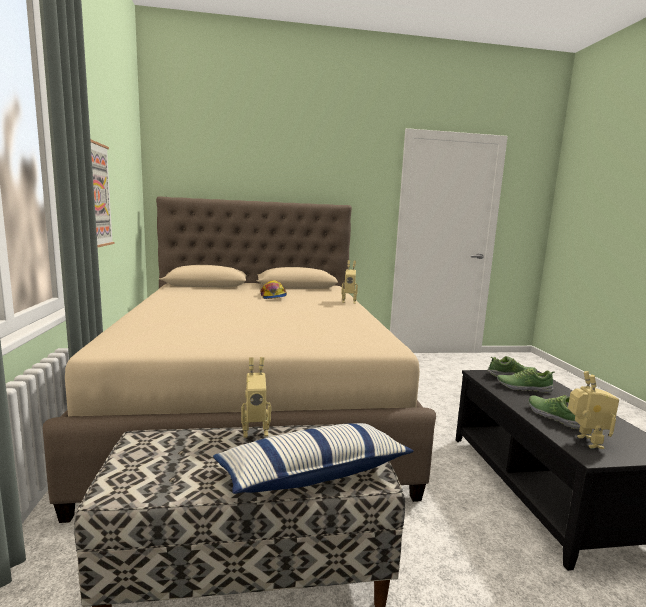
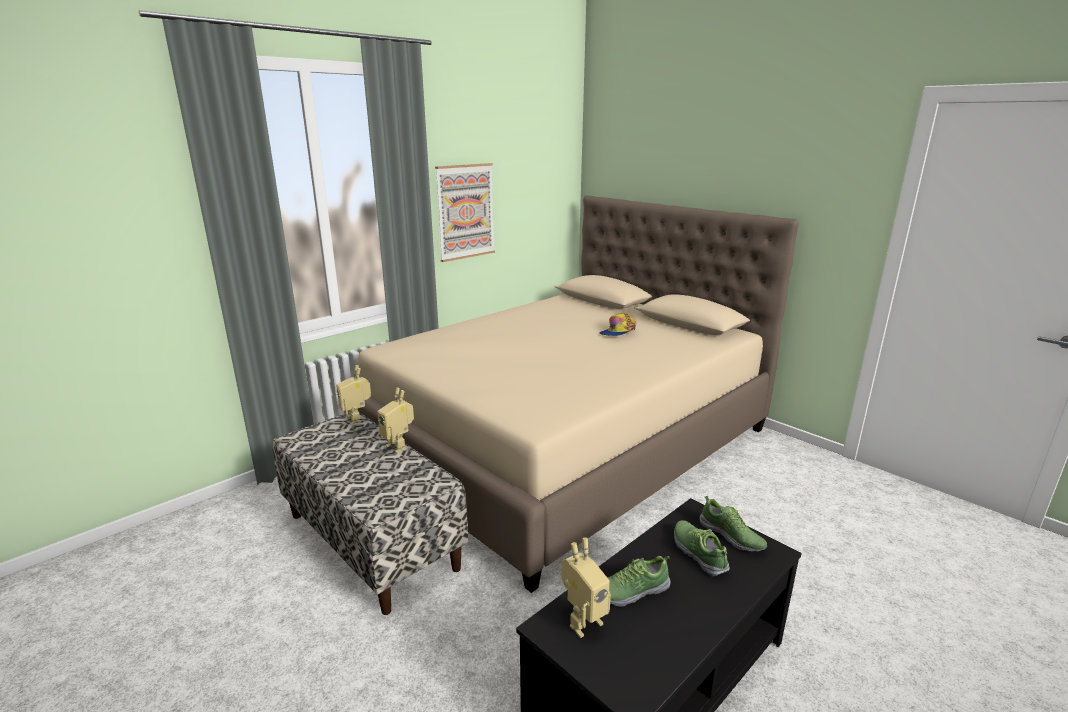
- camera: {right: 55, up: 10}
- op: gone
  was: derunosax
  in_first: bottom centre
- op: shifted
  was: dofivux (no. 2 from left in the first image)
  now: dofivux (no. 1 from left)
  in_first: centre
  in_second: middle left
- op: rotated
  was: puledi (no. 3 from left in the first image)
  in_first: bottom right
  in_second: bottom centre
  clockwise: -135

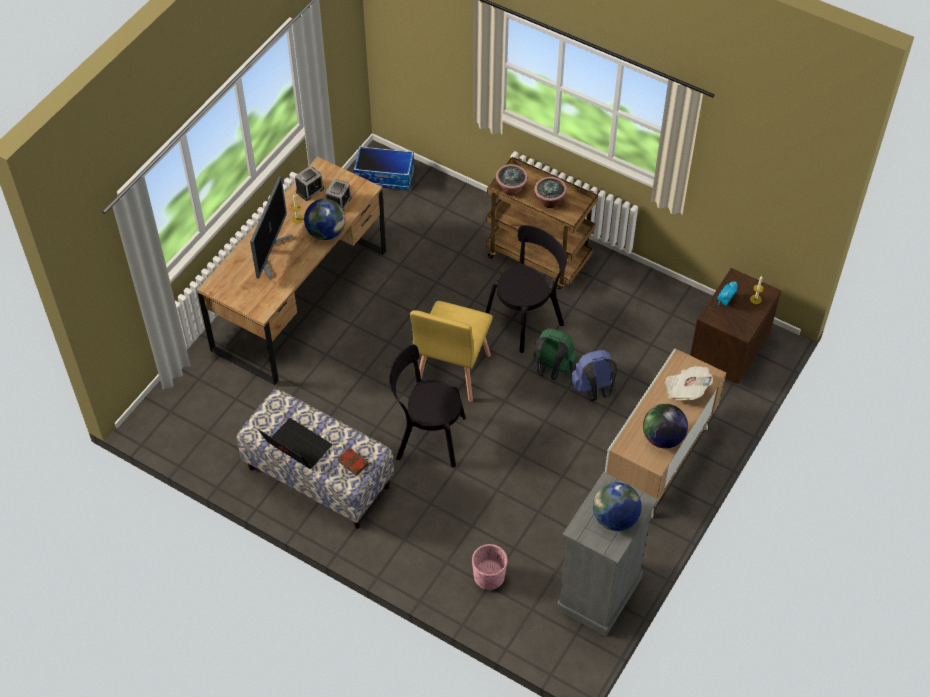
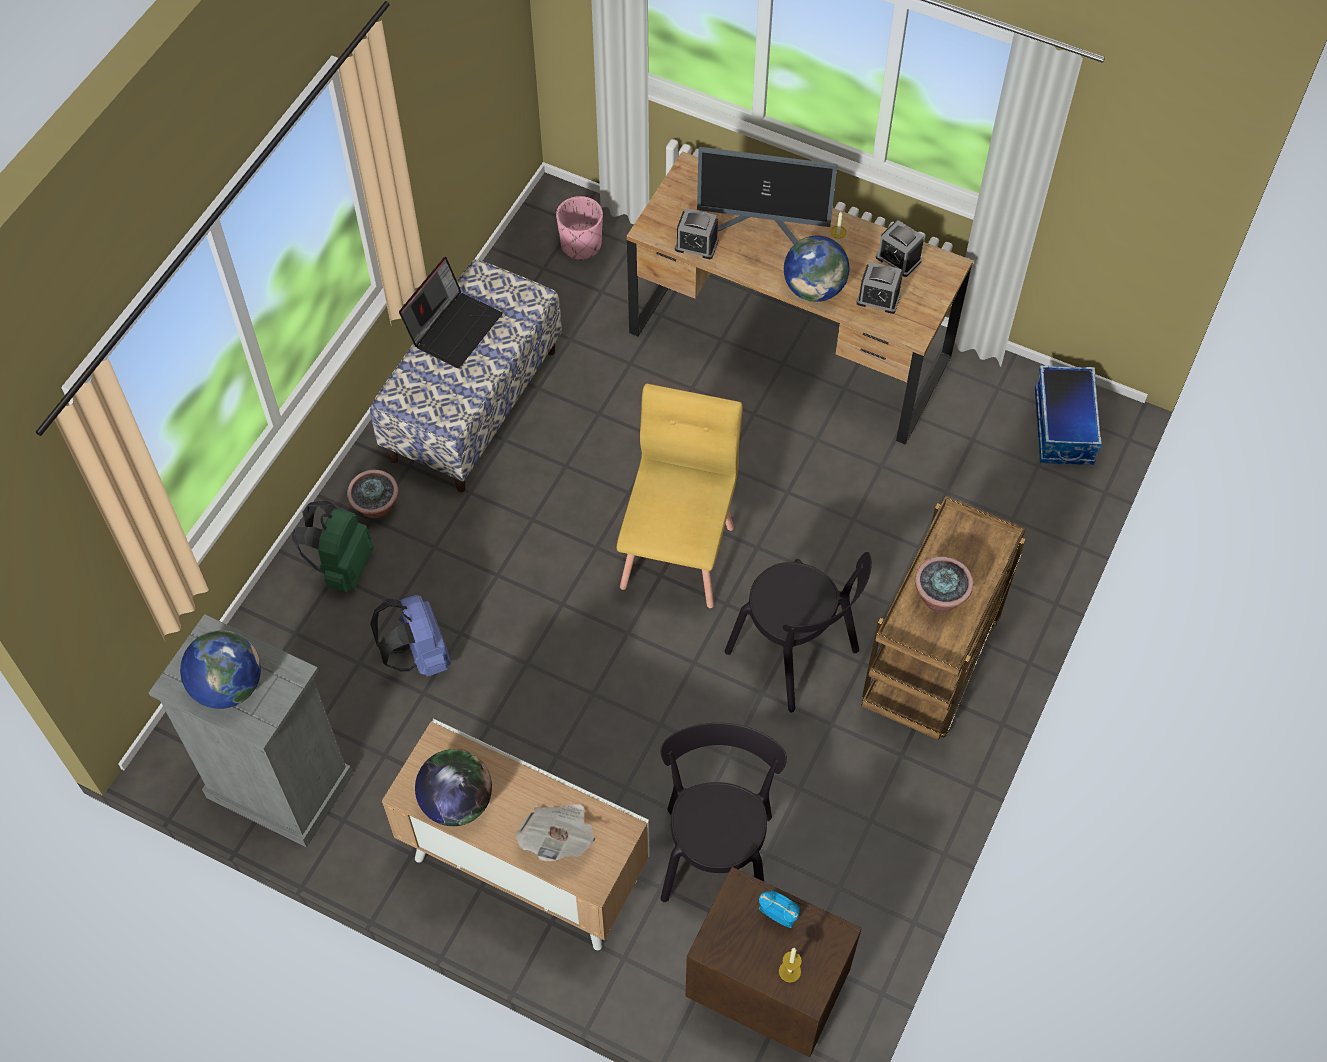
- camera: {right: 85, up: 5}
- op: gone
  was: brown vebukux
  in_first: centre
- op: shifted
  was: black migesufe (no. 1 from left)
  in_first: centre
  in_second: bottom centre
- op: rotated
  was: yellow migesufe
  in_first: centre
  in_second: centre
  clockwise: 90
- op: shifted
  was: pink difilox
  in_first: bottom centre
  in_second: top centre
- op: shifted
  was: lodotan (no. 1 from left)
  in_first: top centre
  in_second: middle left
- op: shifted
  was: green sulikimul
  in_first: centre
  in_second: middle left
- op: shifted
  was: blue sulikimul
  in_first: centre
  in_second: middle left
- op: new
  now: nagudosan (no. 1 from left)
  in_second: top centre

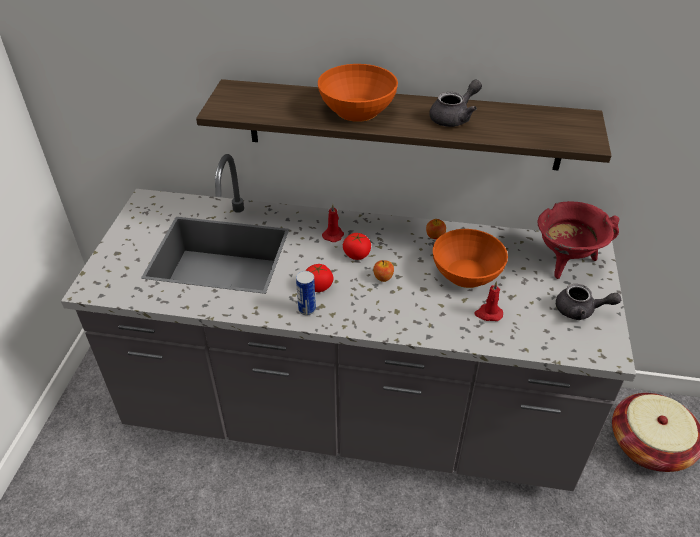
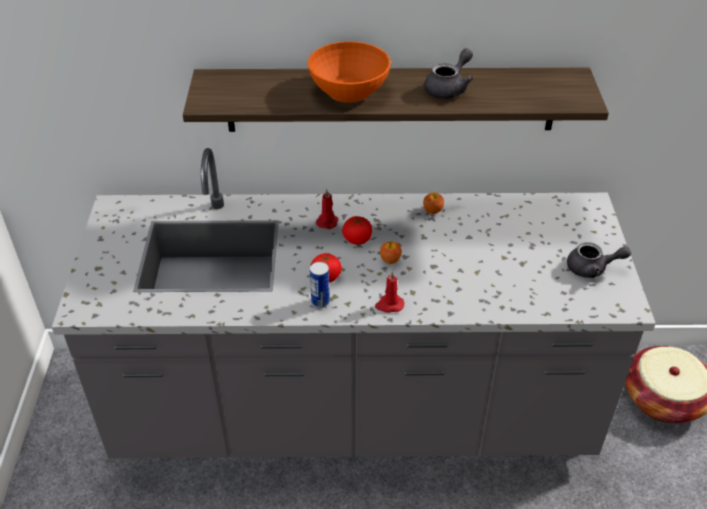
- camera: {right: -10, up: 0}
- op: gone
  was: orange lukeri (no. 2 from left)
  in_first: middle right
- op: shifted
  was: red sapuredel (no. 2 from left)
  in_first: middle right
  in_second: centre
- op: gone
  was: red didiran
  in_first: middle right

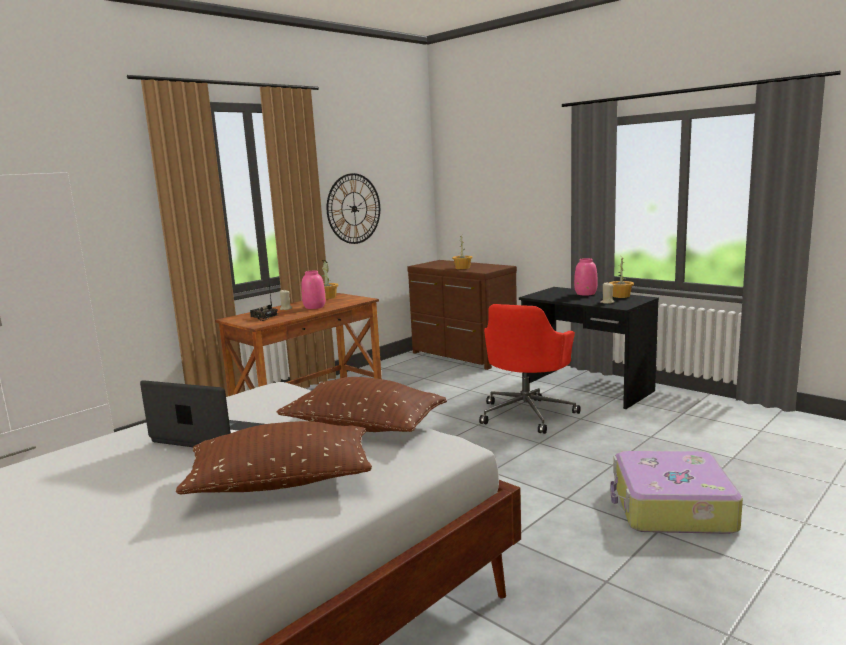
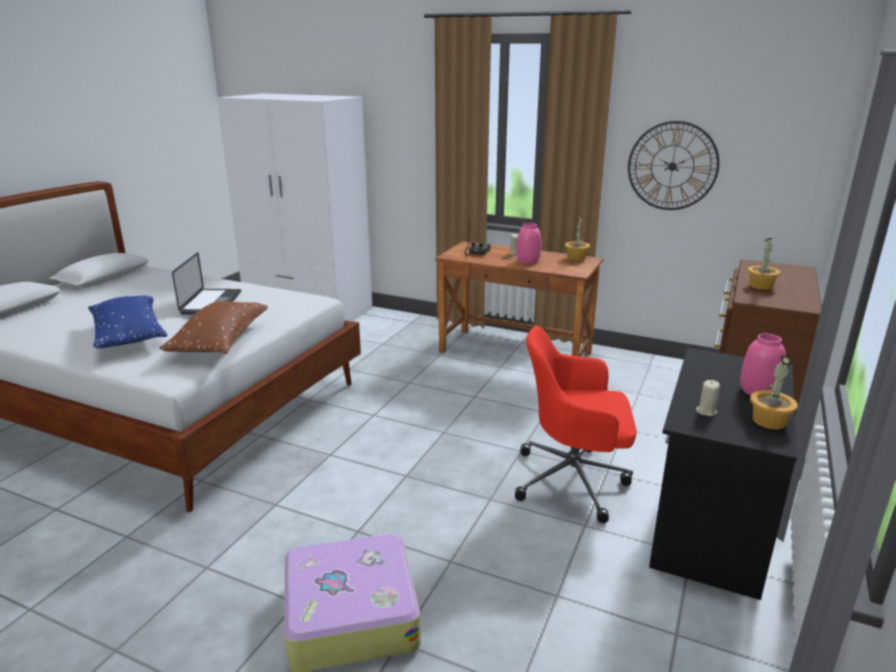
- camera: {right: 70, up: 10}
- op: repainted
  was: brown derunosax (no. 1 from left)
  now: blue derunosax
  in_first: bottom left
  in_second: middle left

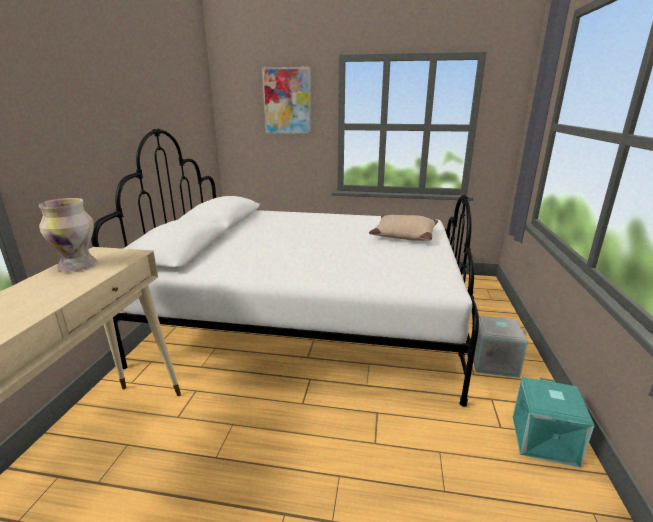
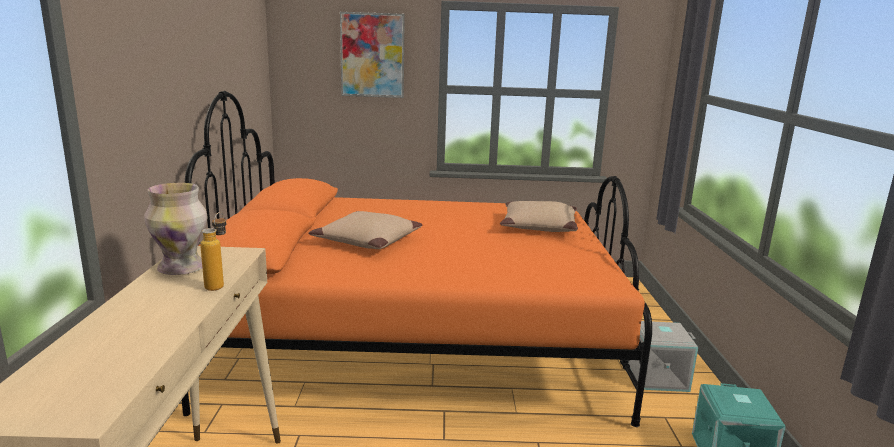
- camera: {right: -10, up: -5}
- op: repainted
  was: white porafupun
  now: orange porafupun
  in_first: centre
  in_second: centre
- op: new
  now: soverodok
  in_second: middle left
- op: new
  now: beige derunosax (no. 1 from left)
  in_second: centre

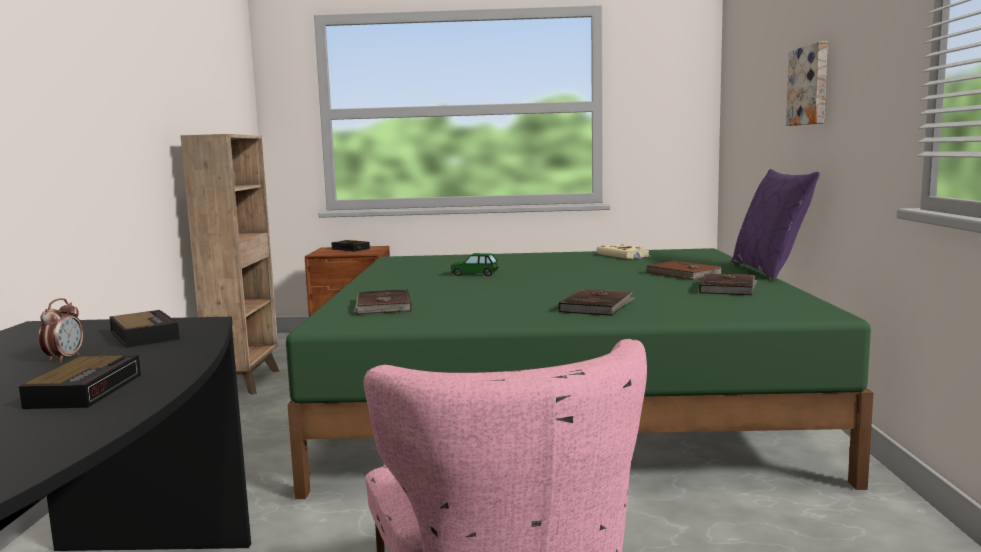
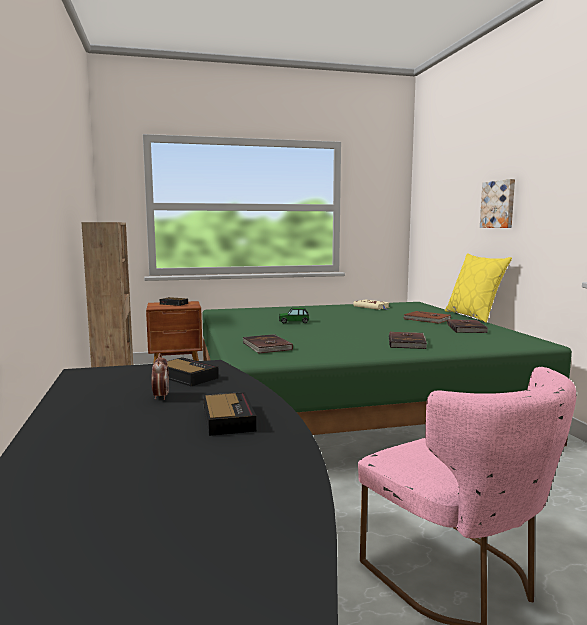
- camera: {right: -15, up: 0}
- op: repainted
  was: purple derunosax
  now: yellow derunosax
  in_first: middle right
  in_second: middle right

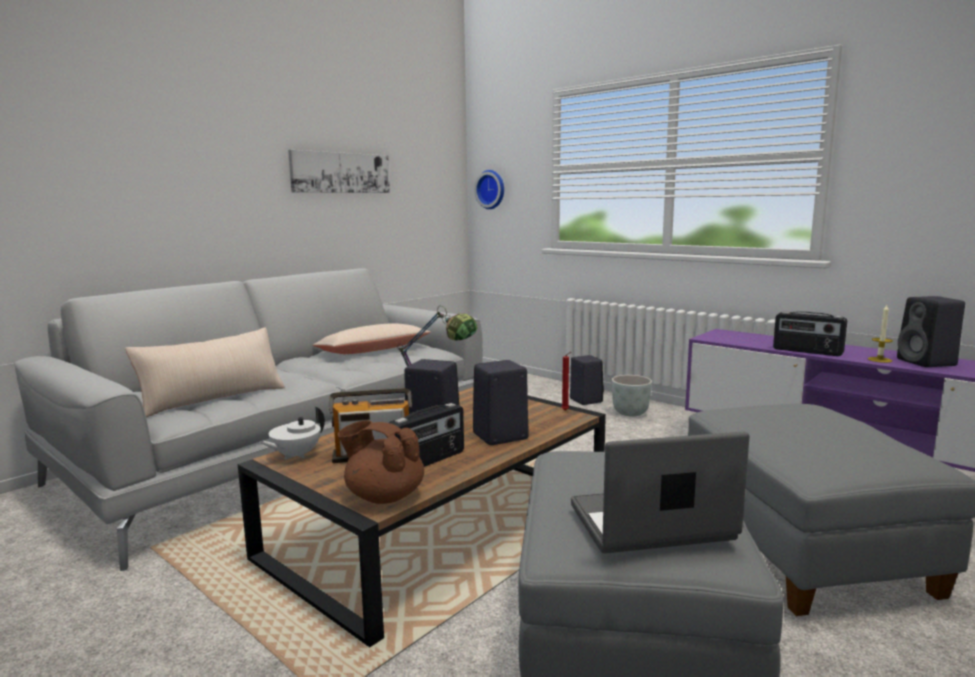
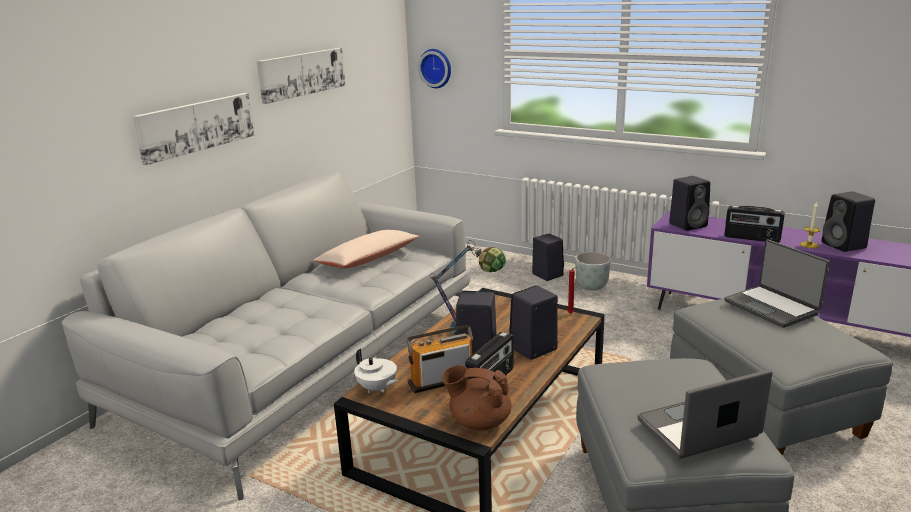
- camera: {right: -10, up: 10}
- op: gone
  was: beige derunosax (no. 1 from left)
  in_first: middle left
- op: rotated
  was: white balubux
  in_first: middle left
  in_second: bottom centre
  clockwise: -75
- op: new
  now: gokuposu (no. 1 from left)
  in_second: top left
- op: new
  now: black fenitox (no. 4 from left)
  in_second: middle right
- op: new
  now: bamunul (no. 2 from left)
  in_second: middle right

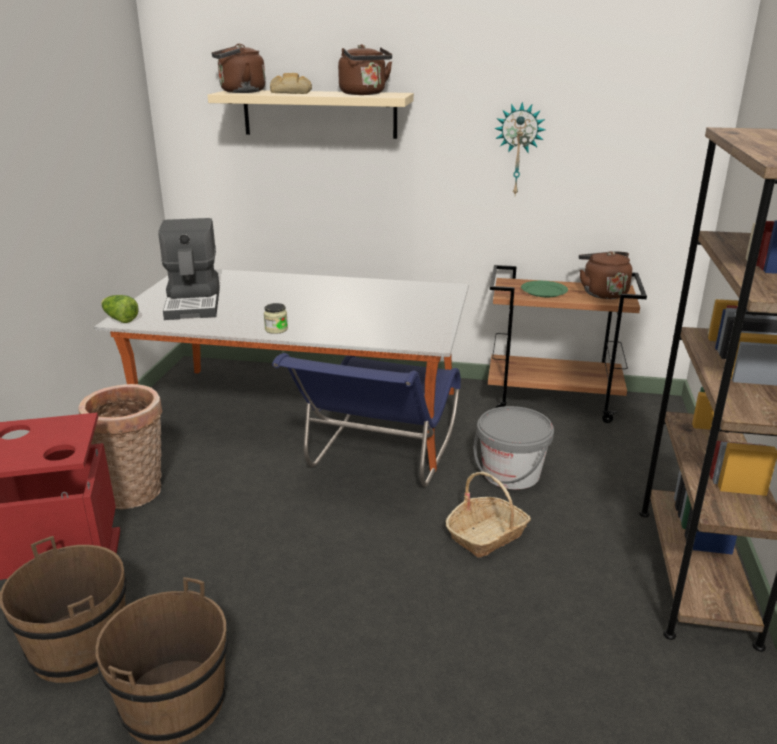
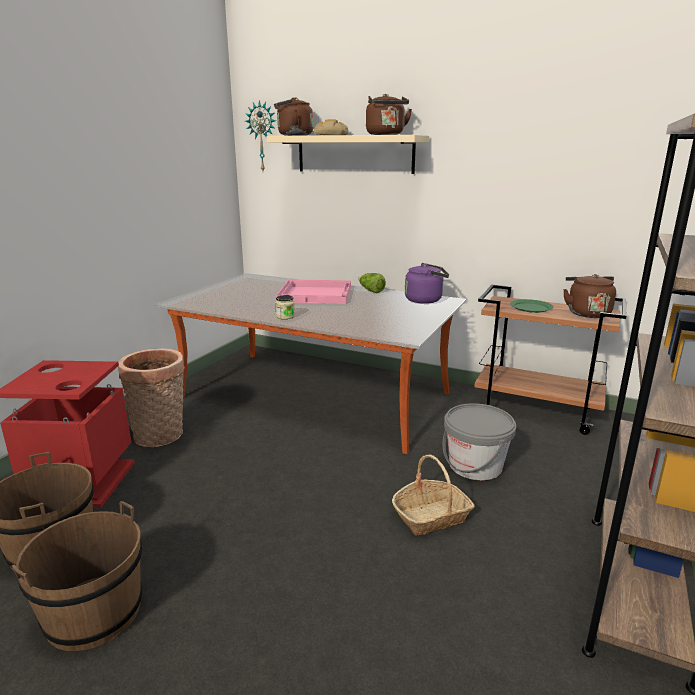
- camera: {right: 15, up: -5}
- op: shifted
  was: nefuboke
  in_first: middle left
  in_second: centre
- op: gone
  was: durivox
  in_first: middle left
- op: gone
  was: blue migesufe
  in_first: centre
- op: shifted
  was: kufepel
  in_first: top right
  in_second: top centre
- op: new
  now: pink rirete
  in_second: centre
- op: new
  now: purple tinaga
  in_second: centre

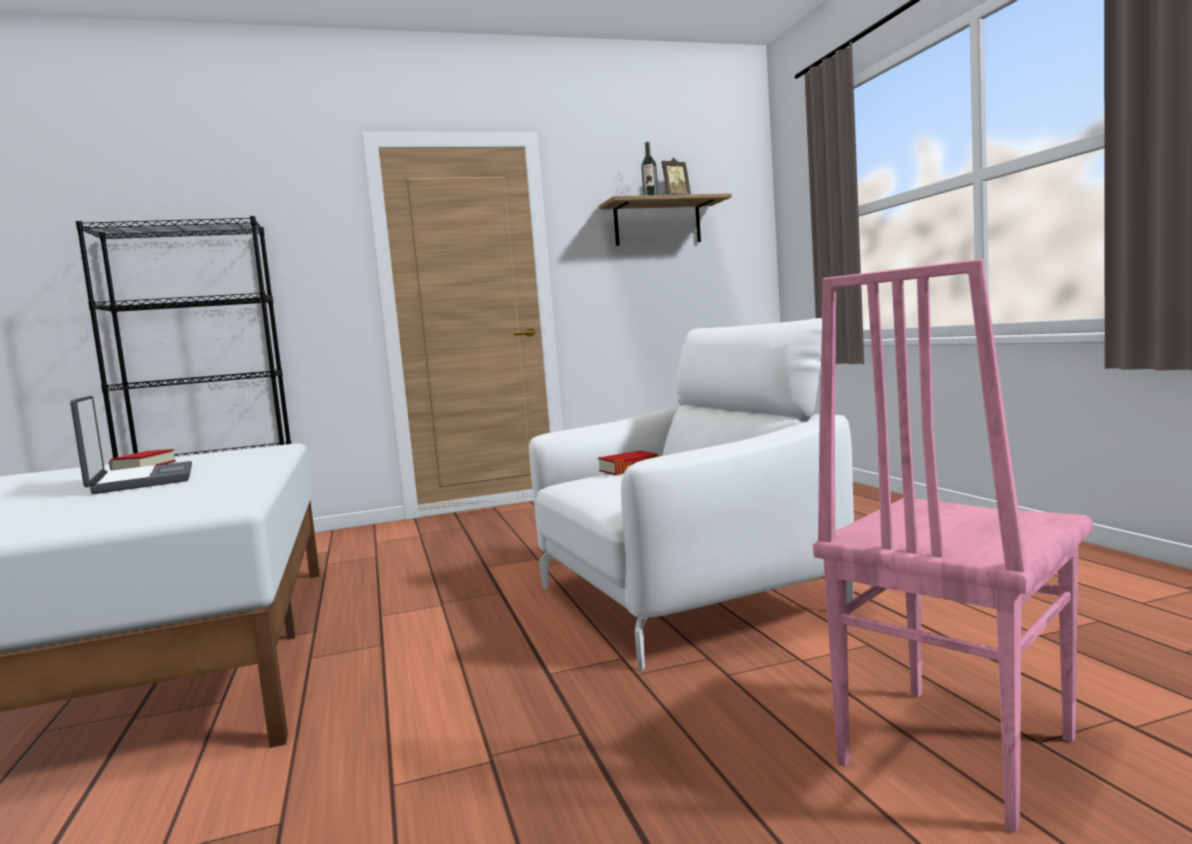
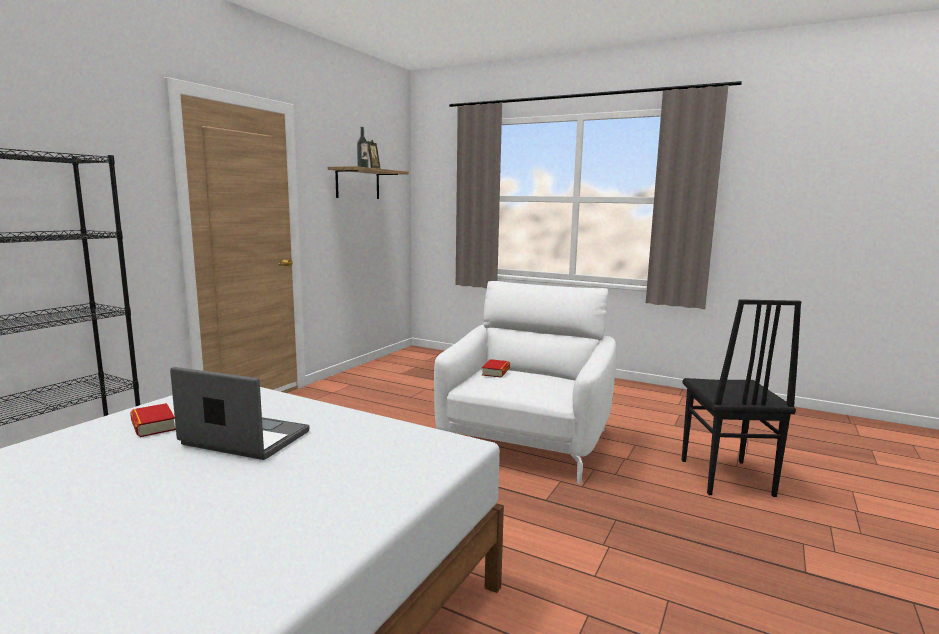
- camera: {right: -45, up: 5}
- op: repainted
  was: pink migesufe
  now: black migesufe
  in_first: middle right
  in_second: middle right

